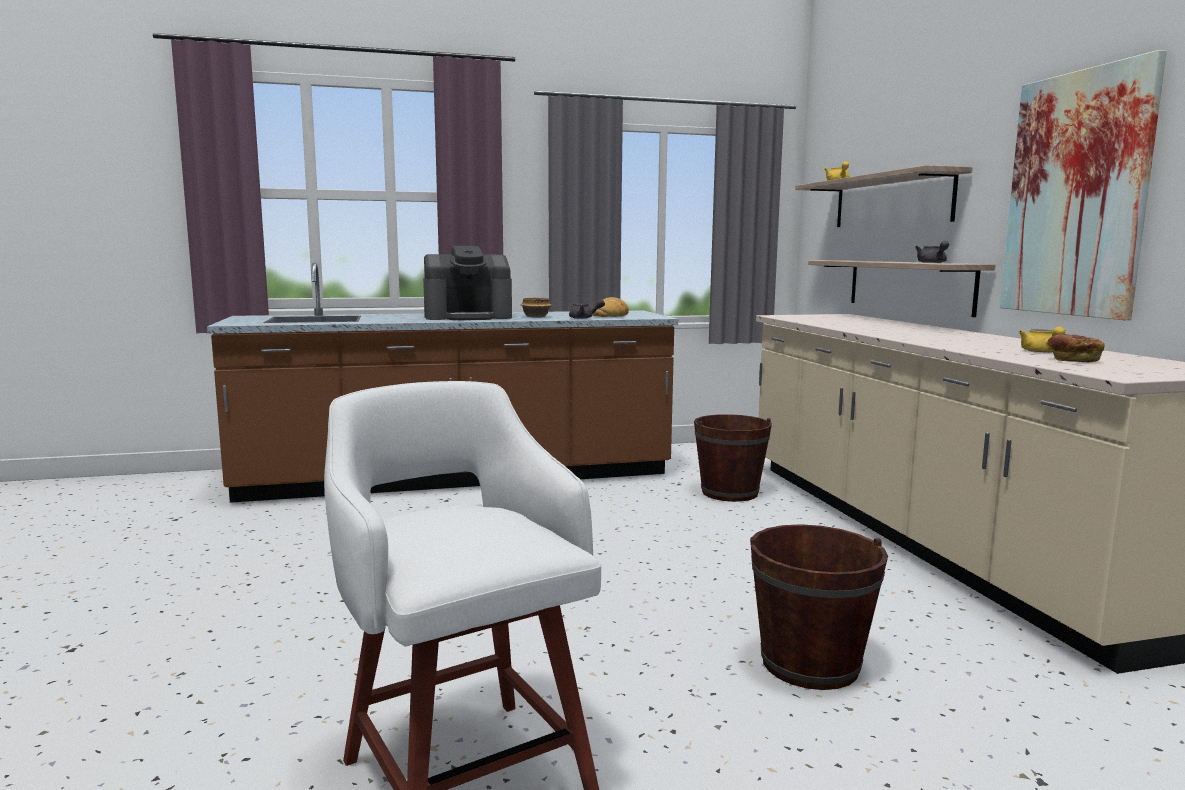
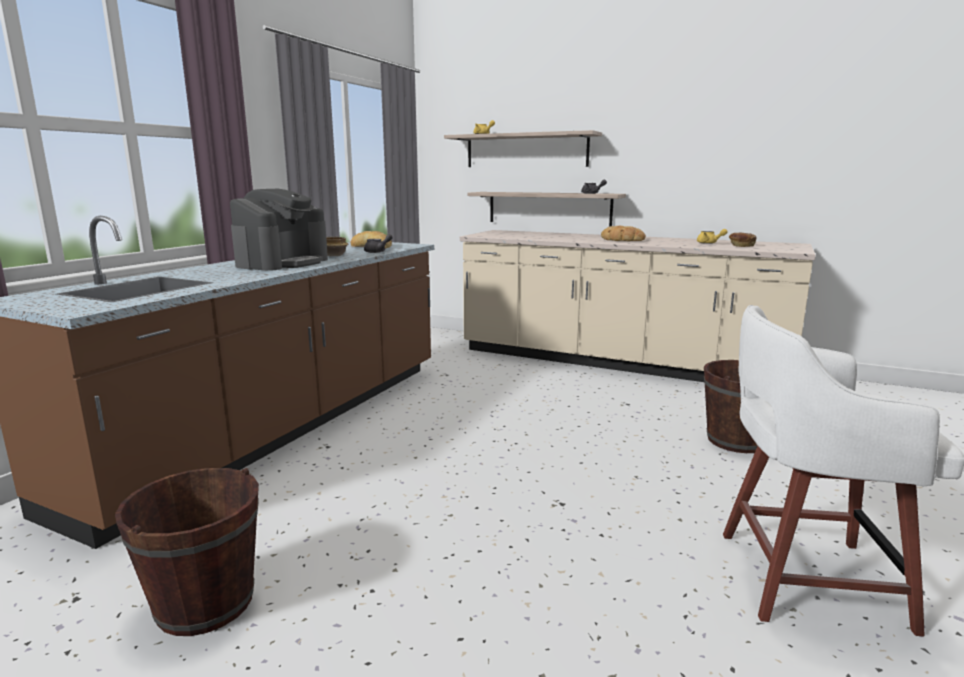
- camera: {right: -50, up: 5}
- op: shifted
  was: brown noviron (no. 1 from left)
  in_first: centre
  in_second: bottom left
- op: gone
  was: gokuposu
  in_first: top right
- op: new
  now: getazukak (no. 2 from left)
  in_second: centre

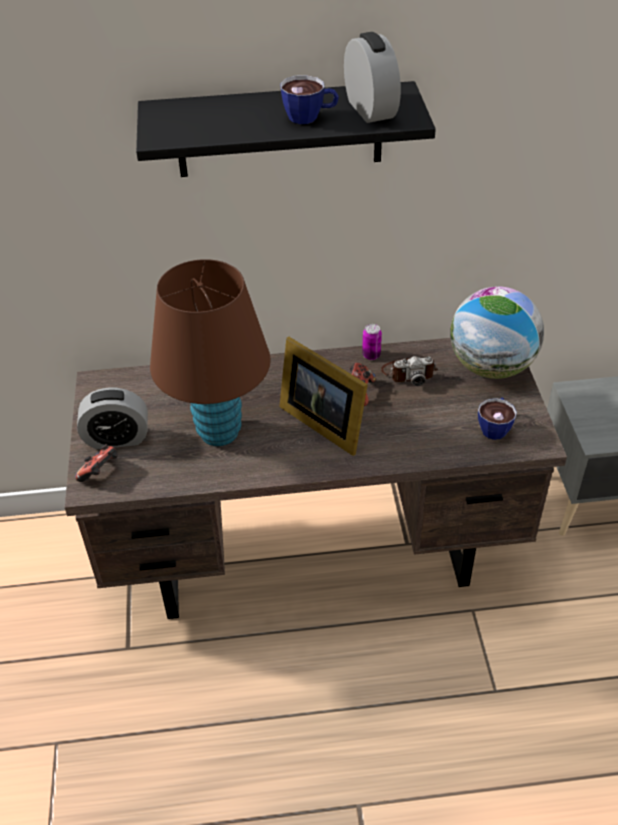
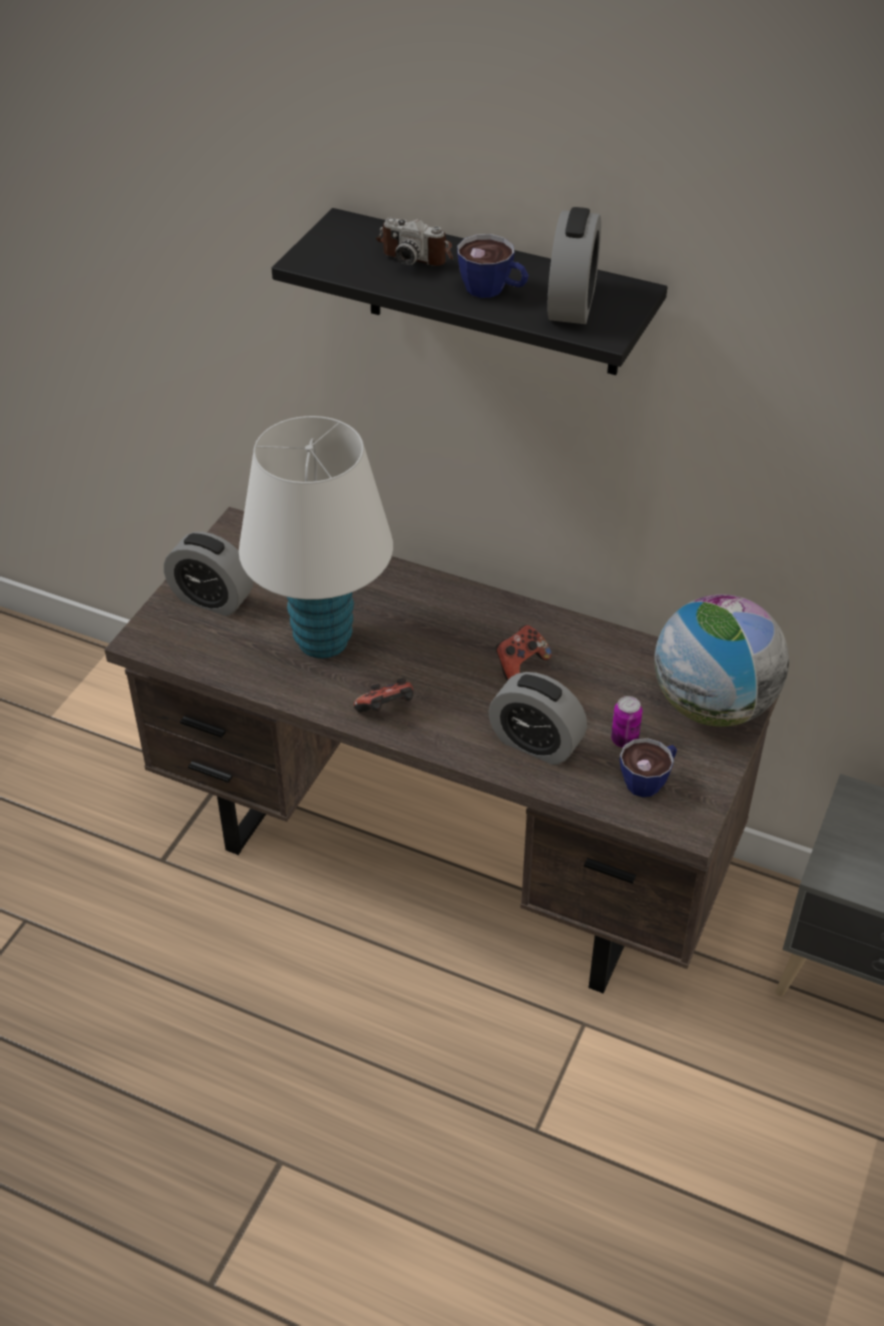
- camera: {right: 30, up: 0}
- op: shifted
  was: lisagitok (no. 1 from left)
  in_first: middle left
  in_second: centre
- op: repainted
  was: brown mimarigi
  now: white mimarigi
  in_first: centre
  in_second: centre
- op: gone
  was: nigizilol
  in_first: centre
- op: shifted
  was: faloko
  in_first: centre
  in_second: middle right
- op: shifted
  was: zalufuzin
  in_first: centre
  in_second: top centre
- op: new
  now: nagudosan (no. 2 from left)
  in_second: centre

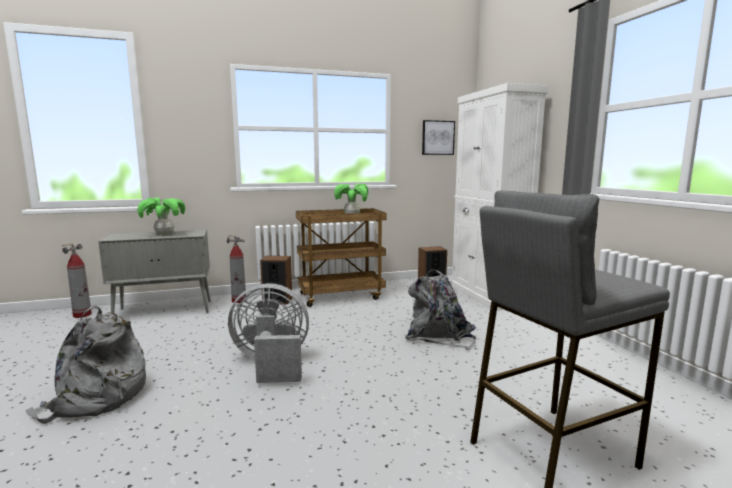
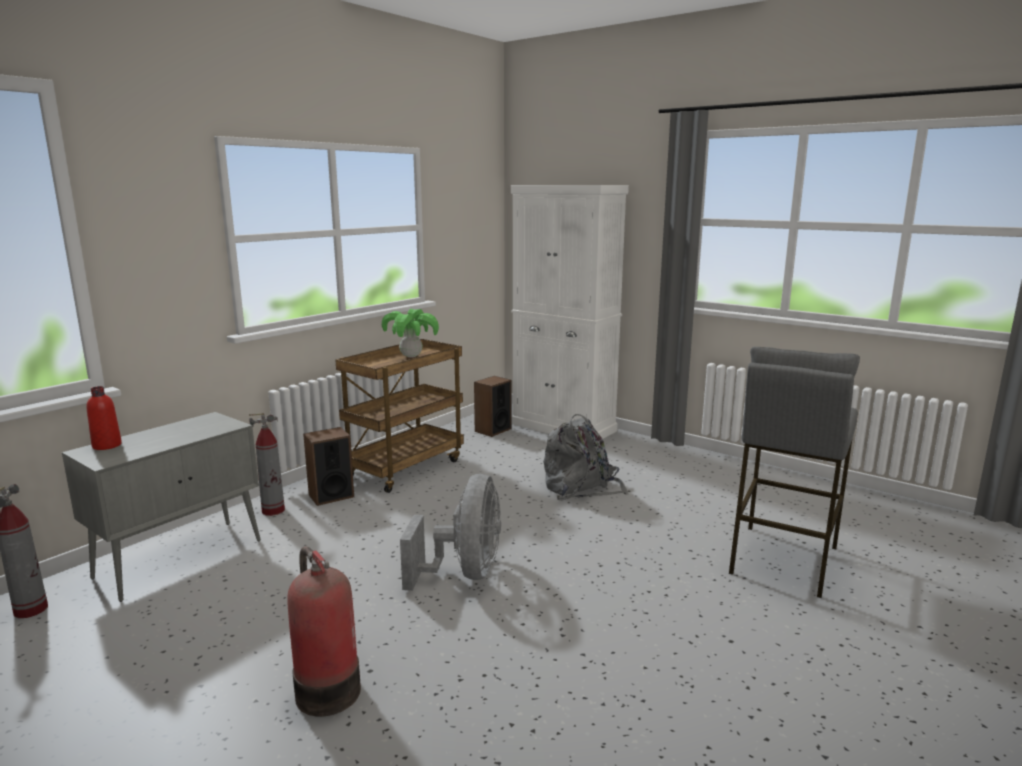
- camera: {right: -35, up: 5}
- op: swapped
  was: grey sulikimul (no. 1 from left)
  now: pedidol (no. 3 from left)
  in_first: bottom left
  in_second: bottom left
- op: gone
  was: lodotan (no. 1 from left)
  in_first: middle left
- op: rotated
  was: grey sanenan
  in_first: bottom centre
  in_second: bottom centre
  clockwise: 135
- op: gone
  was: gokuposu
  in_first: top centre
- op: new
  now: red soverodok
  in_second: middle left

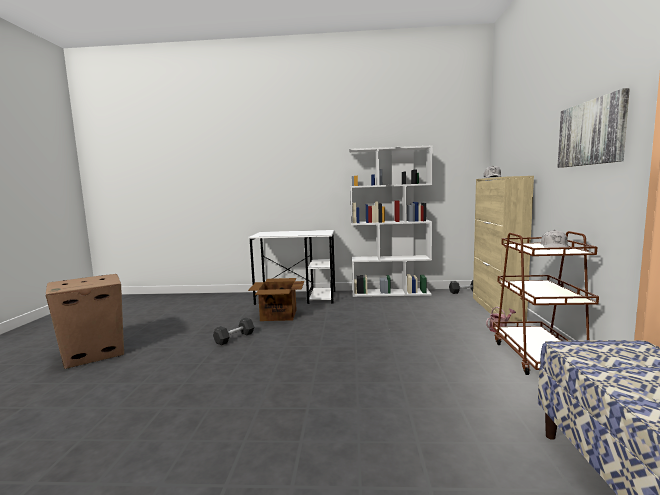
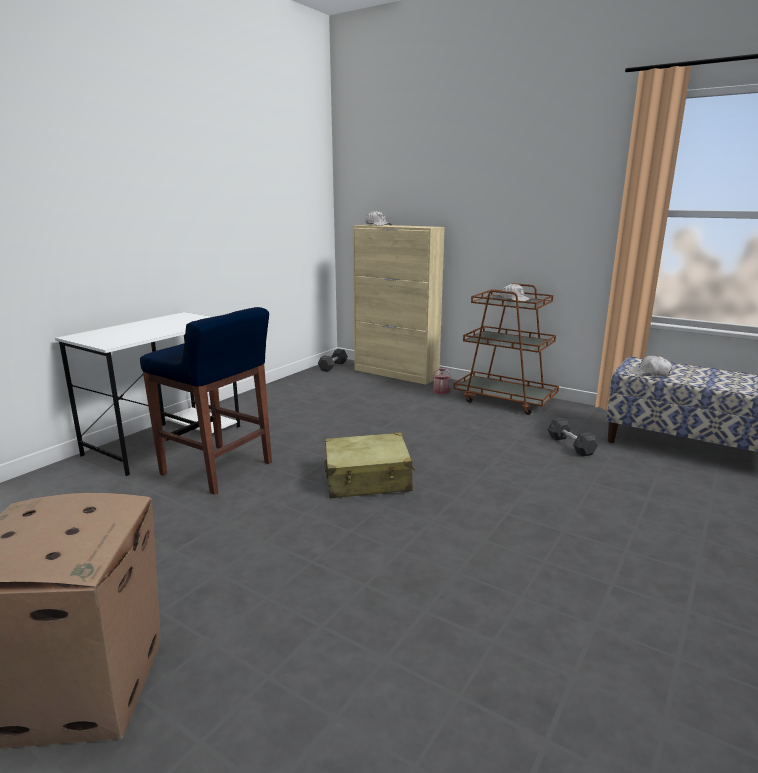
- camera: {right: -60, up: 10}
- op: shifted
  was: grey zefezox (no. 1 from left in the first image)
  now: grey zefezox (no. 2 from left)
  in_first: bottom centre
  in_second: middle right
- op: swapped
  was: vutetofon (no. 2 from left)
  now: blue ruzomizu
  in_first: centre
  in_second: middle left
- op: gone
  was: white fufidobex
  in_first: centre
- op: gone
  was: gokuposu
  in_first: top right
- op: new
  now: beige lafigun
  in_second: centre
- op: new
  now: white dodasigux (no. 3 from left)
  in_second: middle right

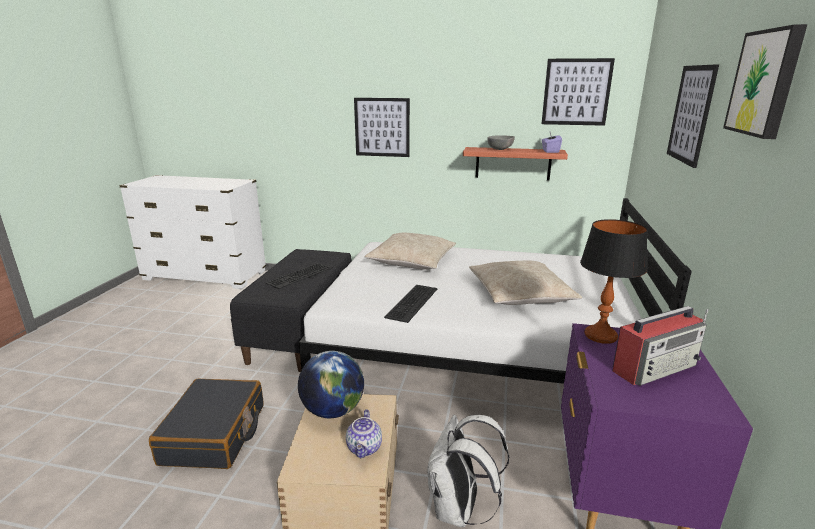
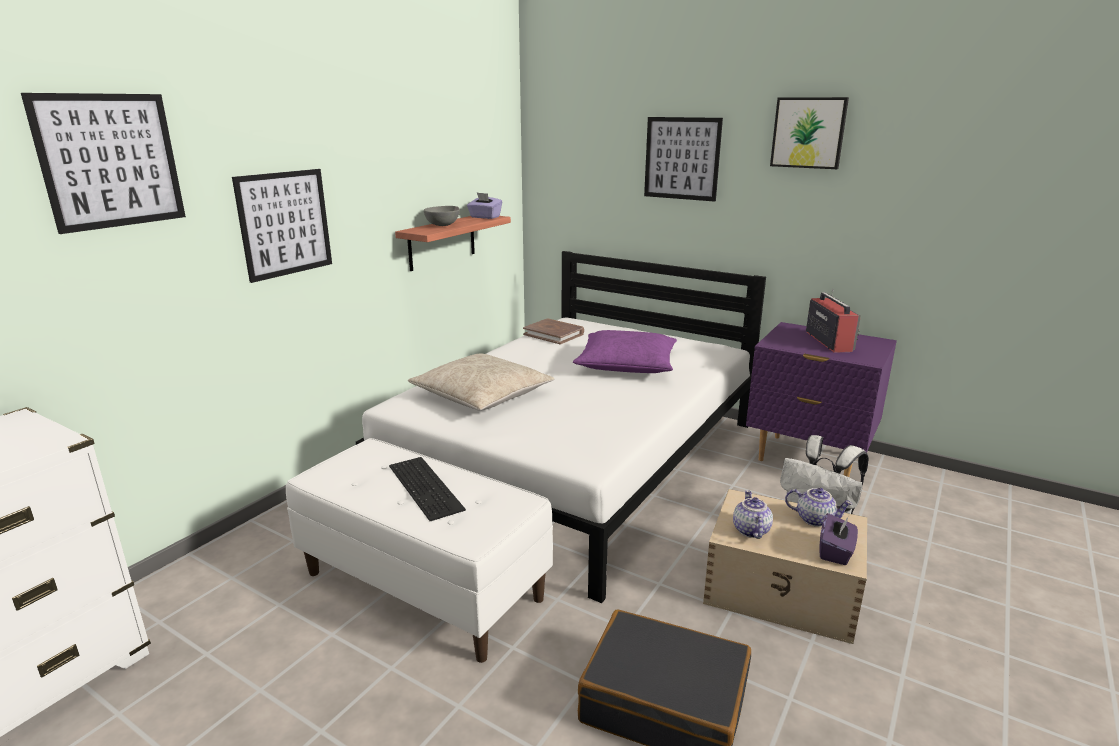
- camera: {right: -70, up: 0}
- op: repainted
  was: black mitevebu
  now: white mitevebu
  in_first: centre
  in_second: bottom centre
- op: swapped
  was: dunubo
  now: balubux (no. 1 from left)
  in_first: bottom centre
  in_second: bottom right
- op: gone
  was: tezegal (no. 2 from left)
  in_first: centre
- op: repainted
  was: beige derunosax (no. 2 from left)
  now: purple derunosax
  in_first: centre
  in_second: centre
- op: shifted
  was: gokuposu (no. 2 from left in the first image)
  now: gokuposu (no. 1 from left)
  in_first: top right
  in_second: top left
- op: gone
  was: mimarigi
  in_first: middle right
- op: new
  now: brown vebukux
  in_second: centre
- op: new
  now: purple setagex (no. 2 from left)
  in_second: bottom right

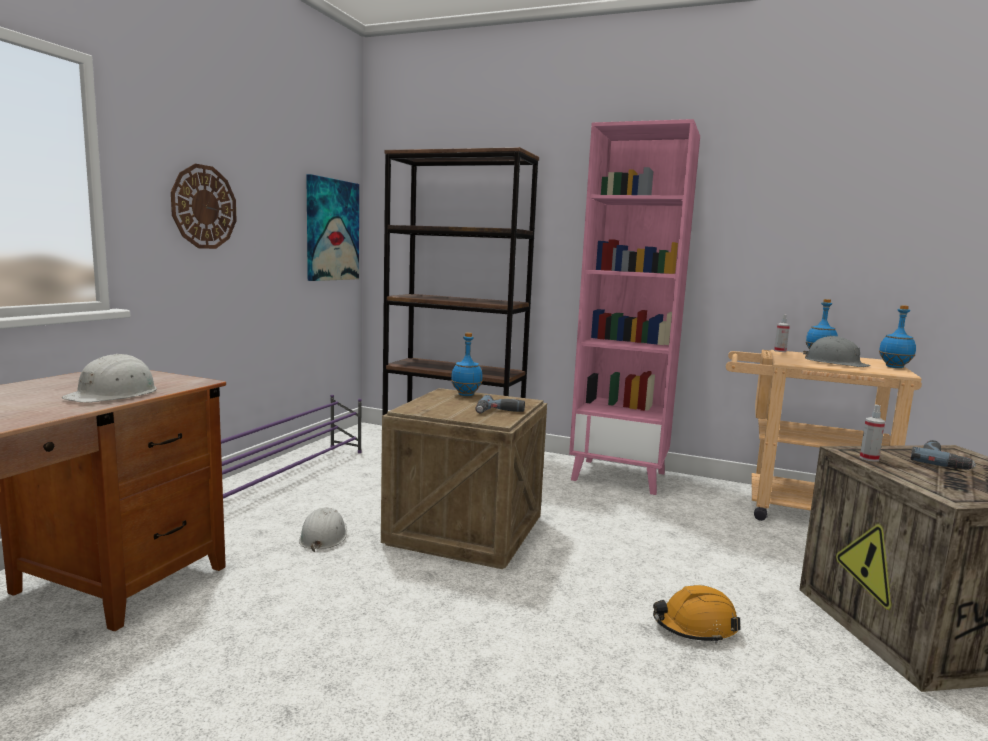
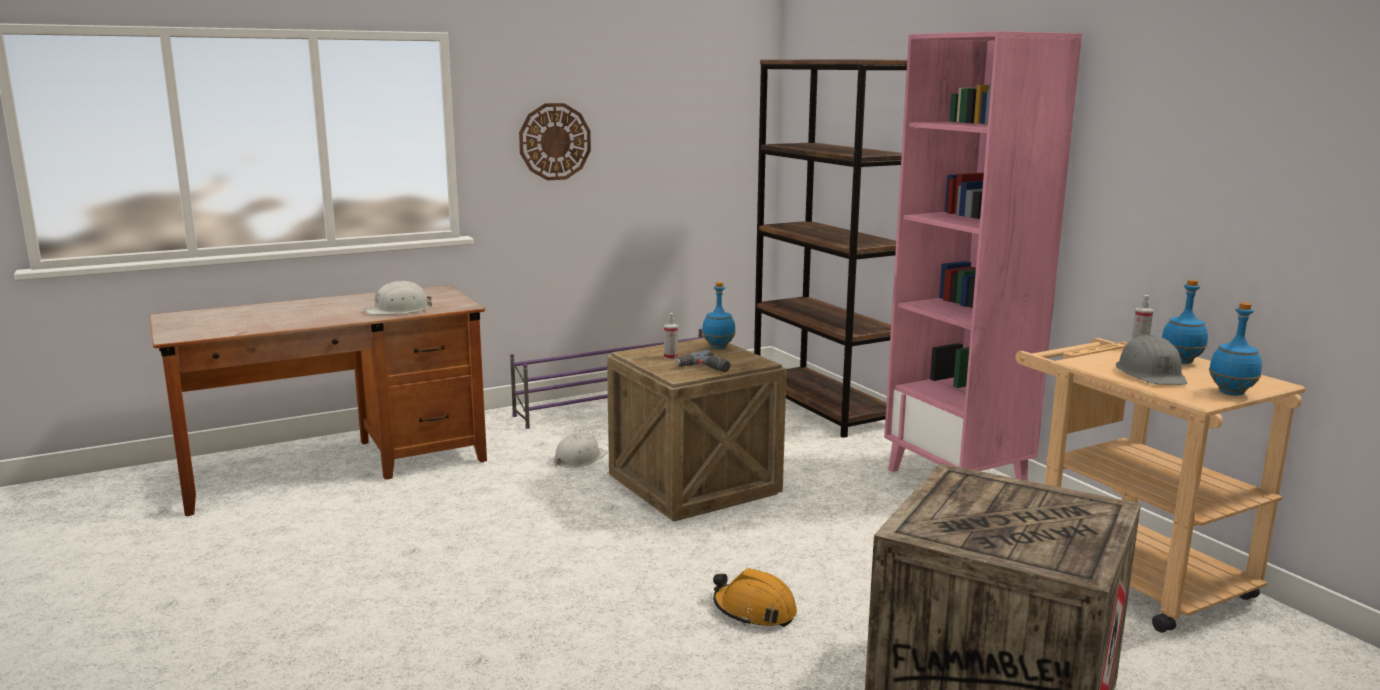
- camera: {right: 40, up: 5}
- op: gone
  was: gokuposu
  in_first: top centre
- op: shifted
  was: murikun (no. 2 from left in the first image)
  now: murikun (no. 1 from left)
  in_first: middle right
  in_second: centre
- op: gone
  was: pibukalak (no. 2 from left)
  in_first: middle right

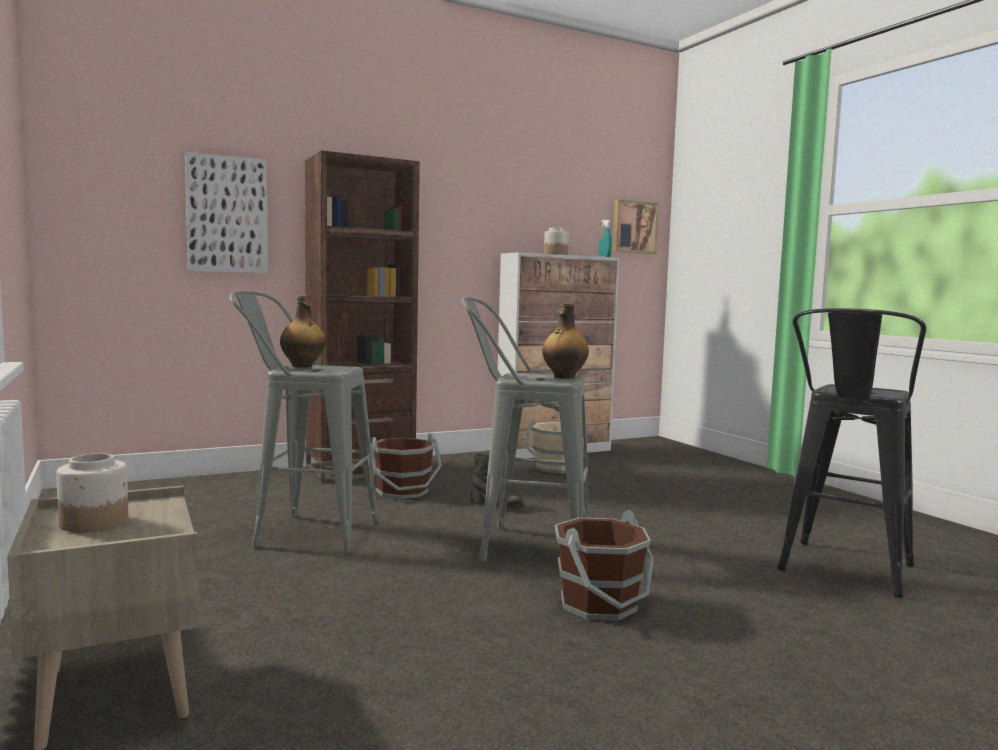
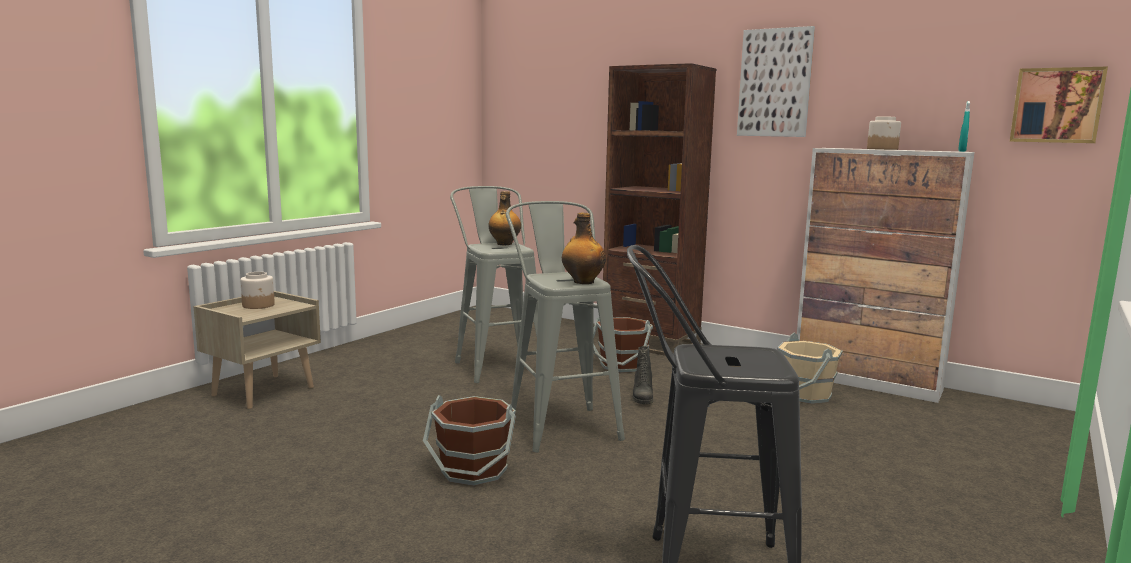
- camera: {right: 60, up: 5}
- op: shifted
  was: gokuposu (no. 1 from left)
  in_first: top left
  in_second: top right

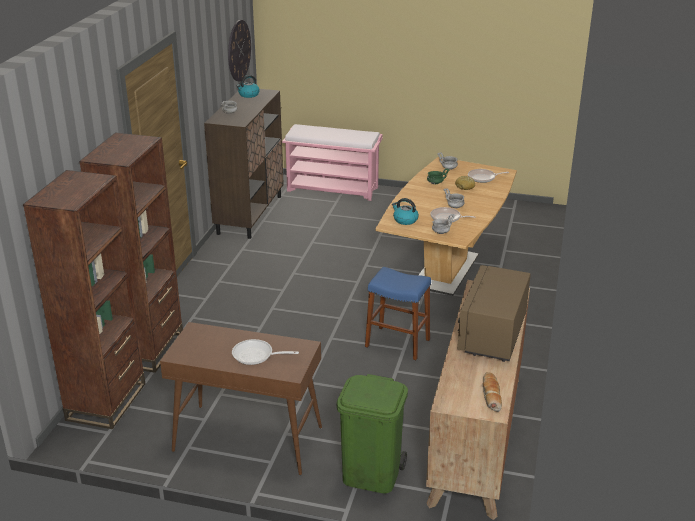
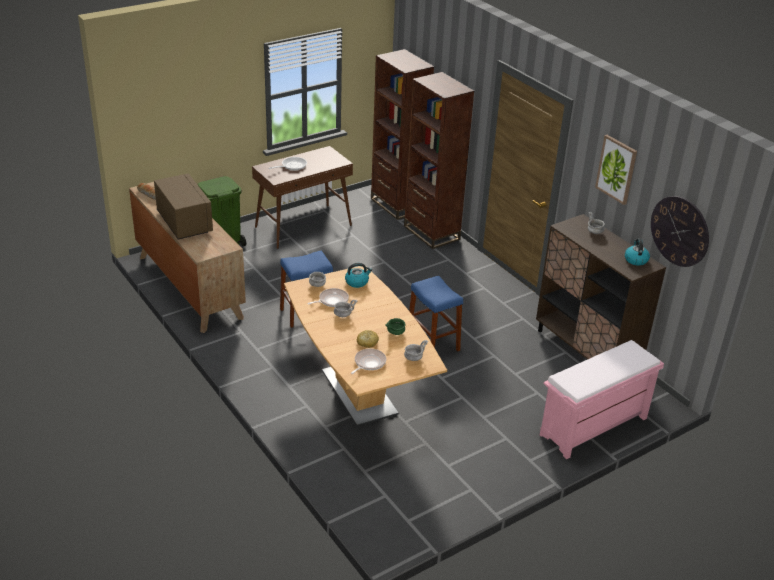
- camera: {right: 130, up: 5}
- op: new
  now: blue ruzomizu (no. 2 from left)
  in_second: centre
- op: new
  now: gokuposu
  in_second: top right

